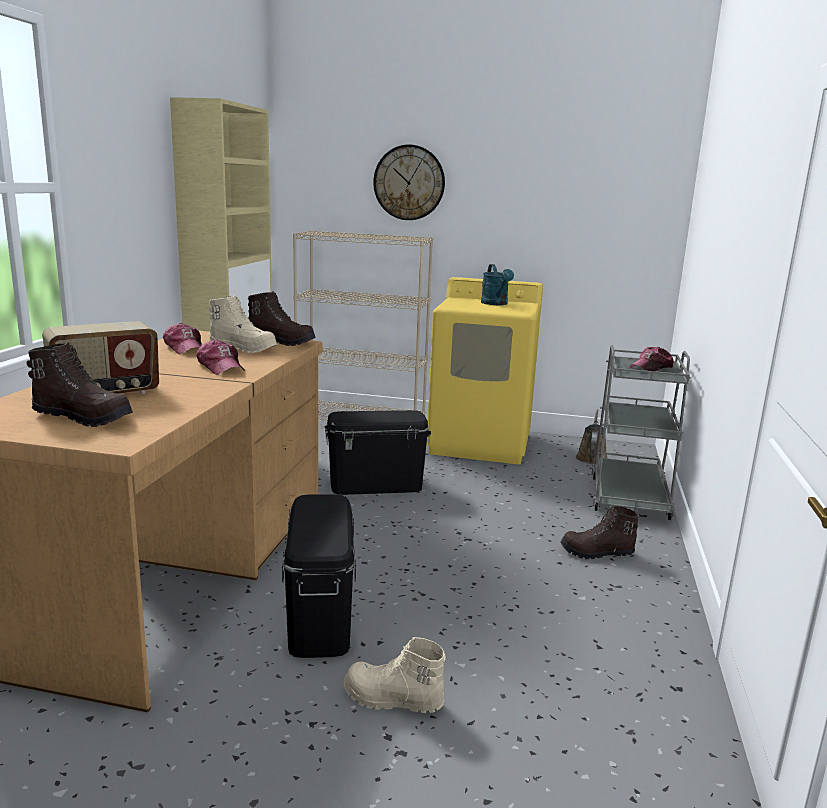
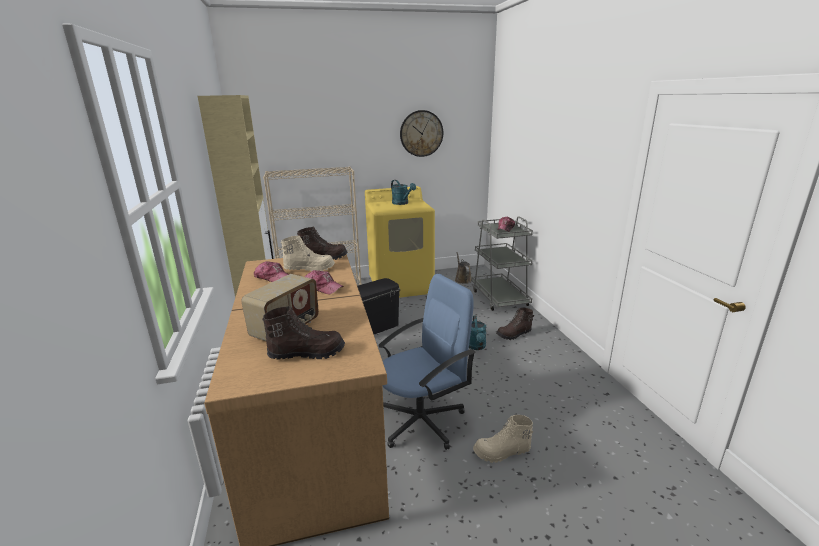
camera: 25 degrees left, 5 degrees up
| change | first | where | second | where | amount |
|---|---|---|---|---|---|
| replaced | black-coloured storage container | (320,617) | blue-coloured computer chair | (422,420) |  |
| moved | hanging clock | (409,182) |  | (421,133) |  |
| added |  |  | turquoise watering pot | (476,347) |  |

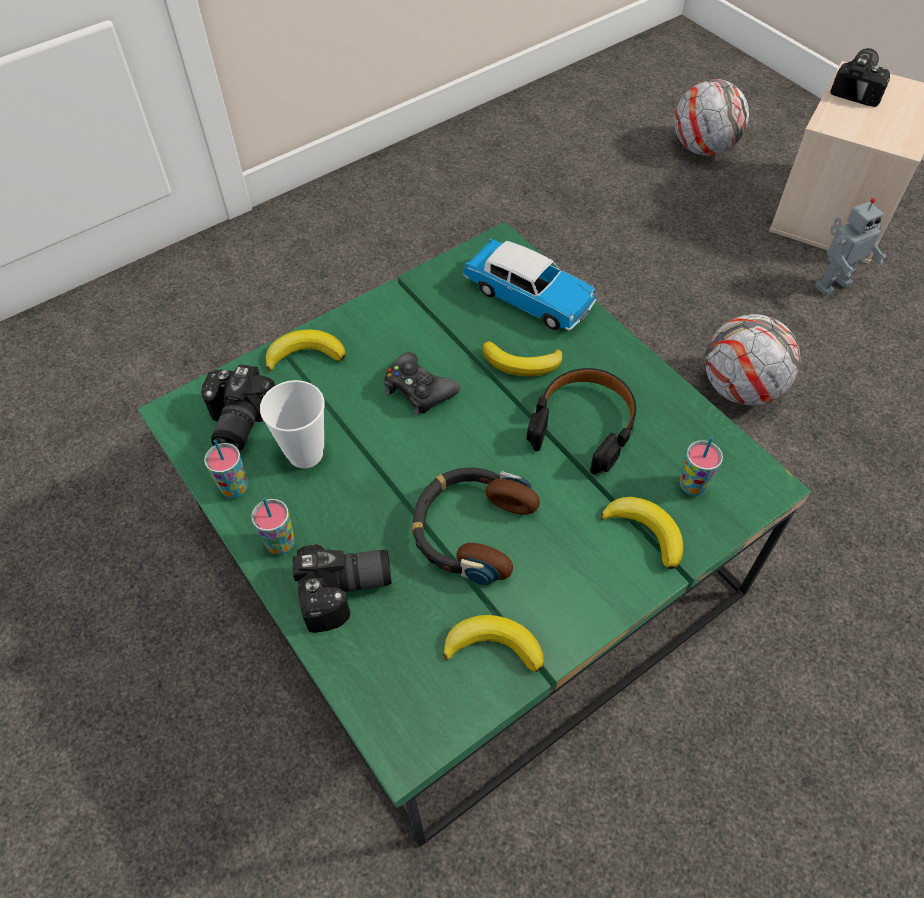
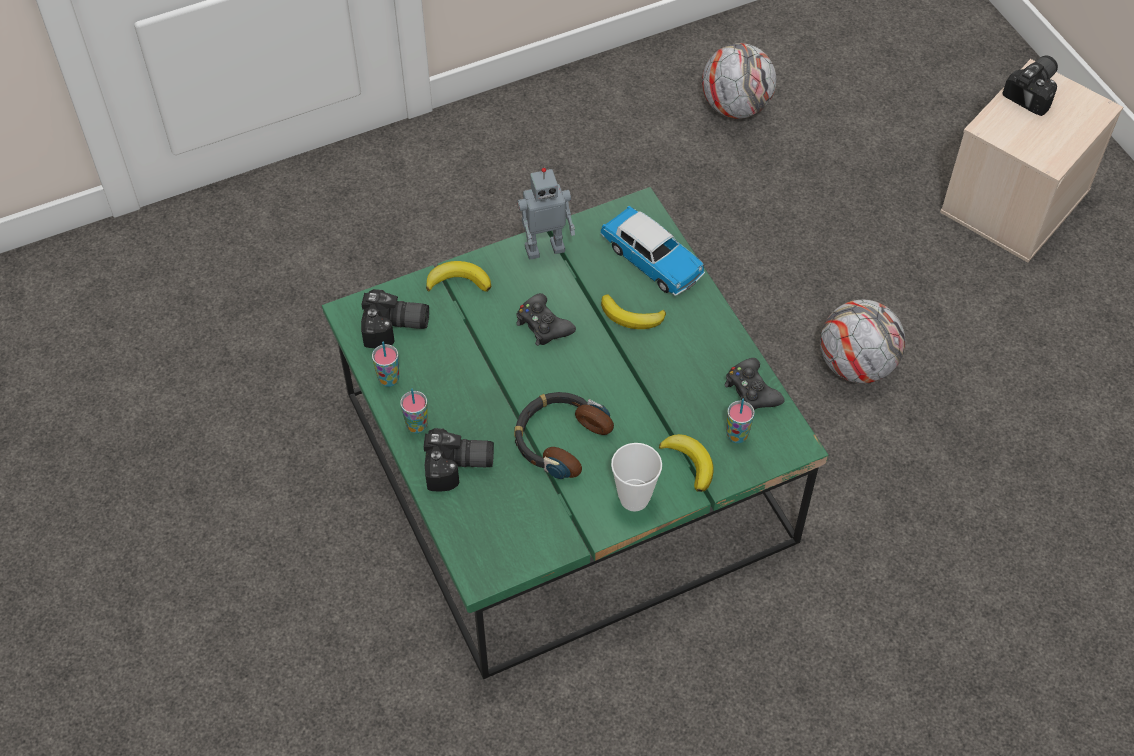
camera: 10 degrees right, 0 degrees up
| change | first | where | second | where | amount |
|---|---|---|---|---|---|
| turned | still camera | (235,423) |  | (396,329) | 105 degrees counterclockwise |
| moved | drinking cup | (305,454) |  | (634,499) |  |
| removed | whole banana | (493,646) |  |  |  |
| removed | black-coloured headphones | (583,425) |  |  |  |
| moved | football ball | (703,148) |  | (735,107) |  |
| moved | model robot | (831,284) |  | (544,247) |  |
| added |  |  | black-coloured joypad | (751,391) |  |

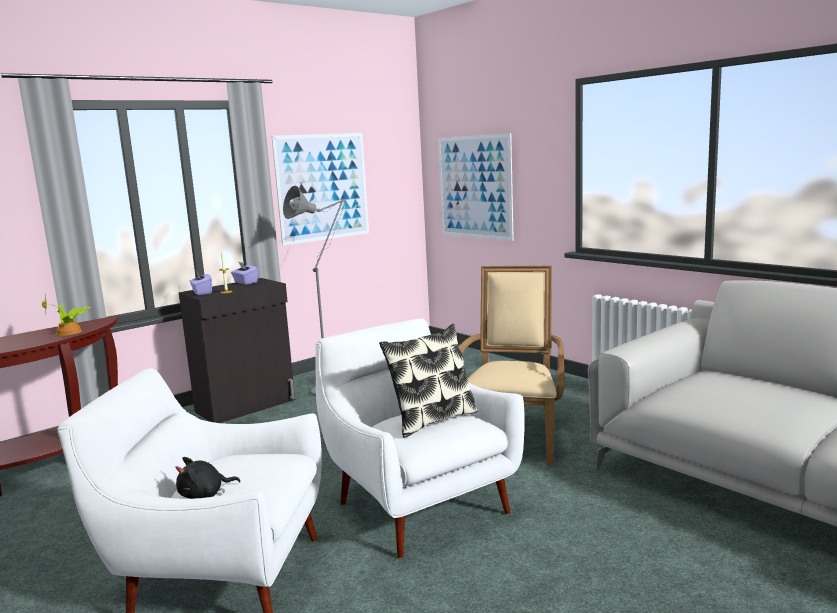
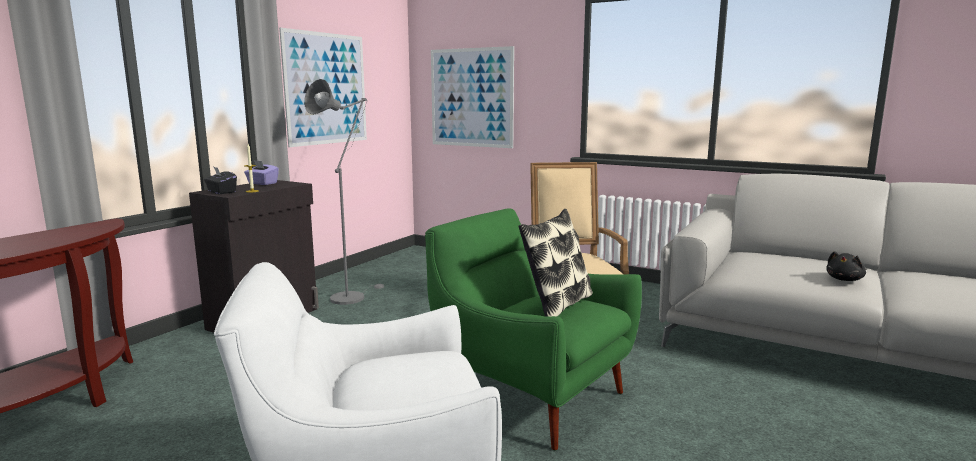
camera: 20 degrees left, 0 degrees up
| change | first | where | second | where | amount |
|---|---|---|---|---|---|
| removed | plant in a pot | (70,332) |  |  |  |
| moved | black-coloured cuddly toy | (205,495) |  | (844,279) |  |
| recoloured | purple-coloured box of tissues | (202,292) | black-coloured box of tissues | (221,192) |  |
| recoloured | whitish armchair | (418,504) | green armchair | (529,396) |  |

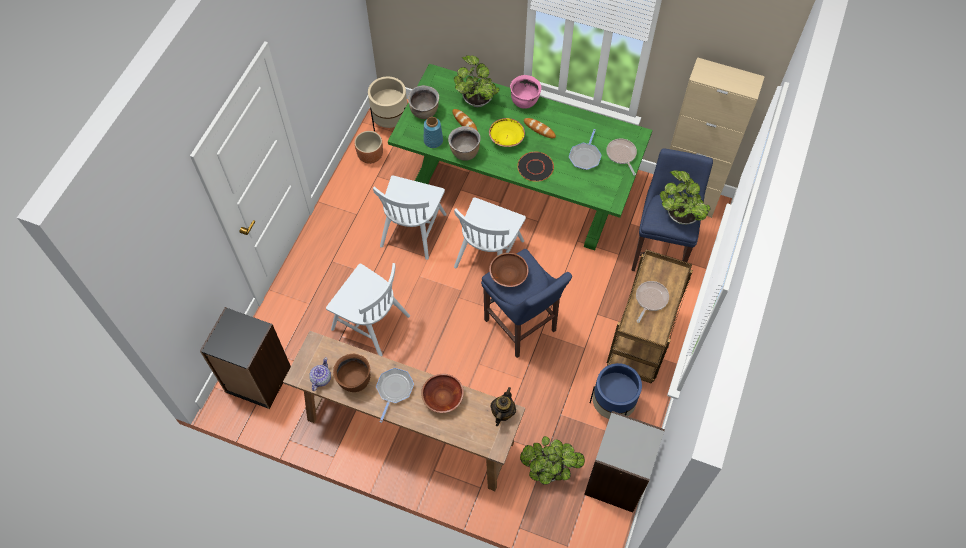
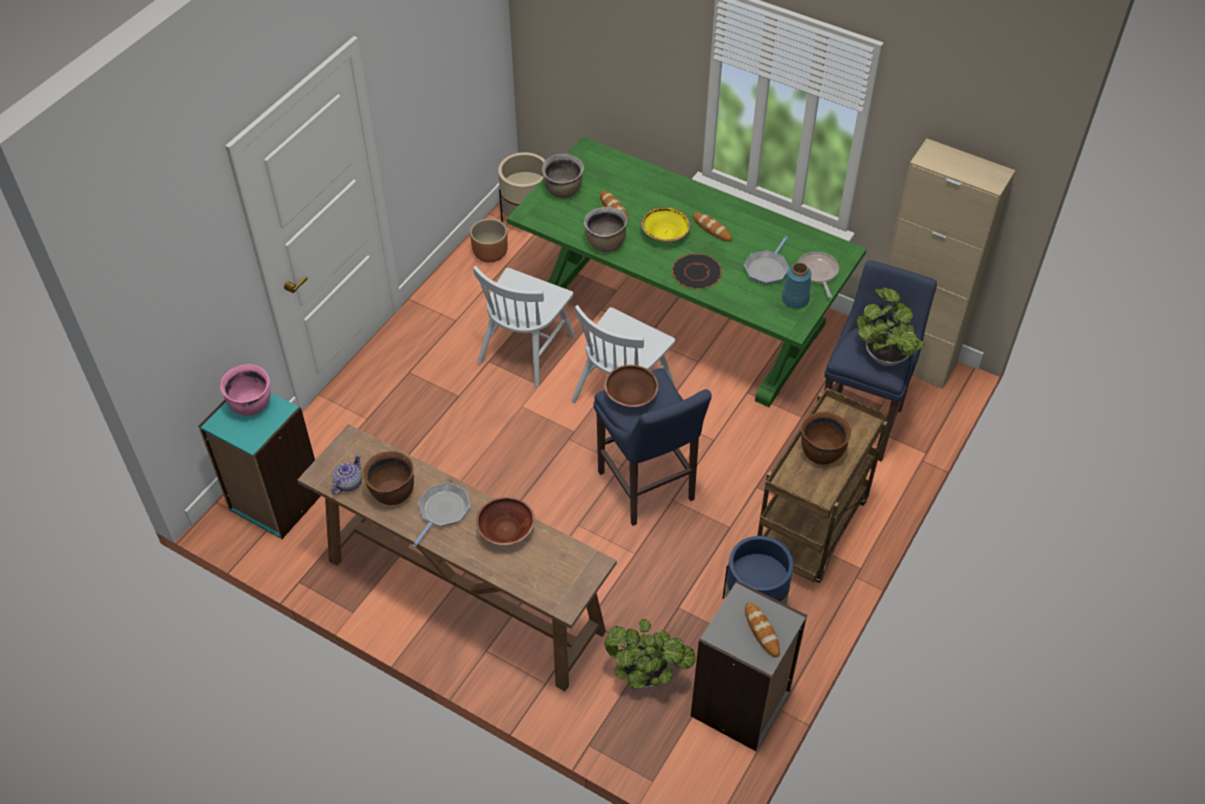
camera: 10 degrees right, 10 degrees down
| change | first | where | second | where | amount |
|---|---|---|---|---|---|
| recoloured | black-coloured bookcase | (258,380) | turquoise bookcase | (276,502) |  |
| removed | whitish upright chair | (370,322) |  |  |  |
| moved | blue-coloured flower vase | (433,141) |  | (794,299) |  |
| removed | plant in a pot | (476,99) |  |  |  |
| removed | teapot | (502,413) |  |  |  |
| moved | pink-coloured cooking pot | (524,101) |  | (251,405) |  |
| replaced | skillet | (650,299) | brown-coloured cooking pot | (821,452) |  |
| added |  |  | baked bread | (761,631) |  |

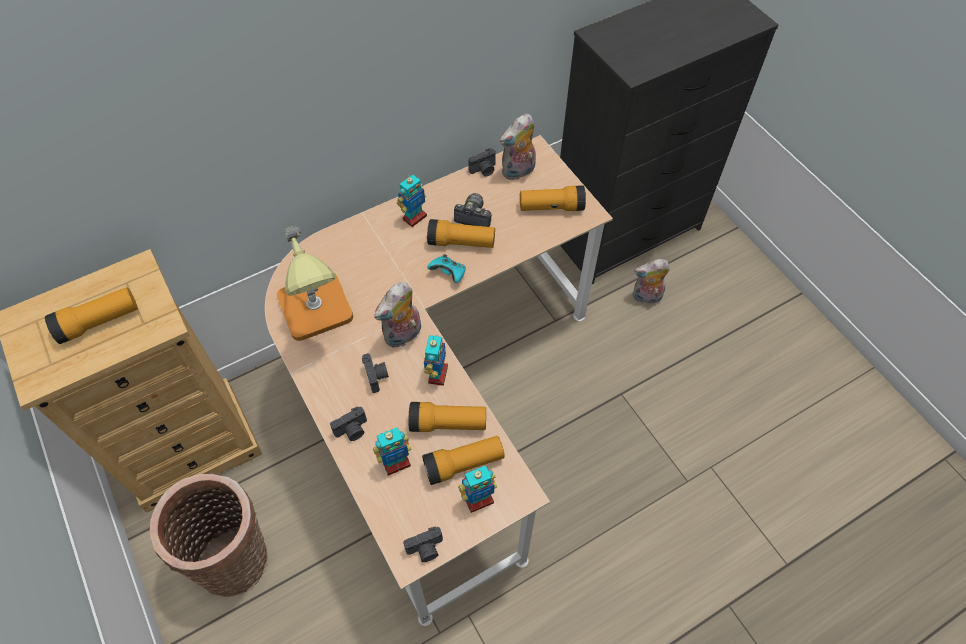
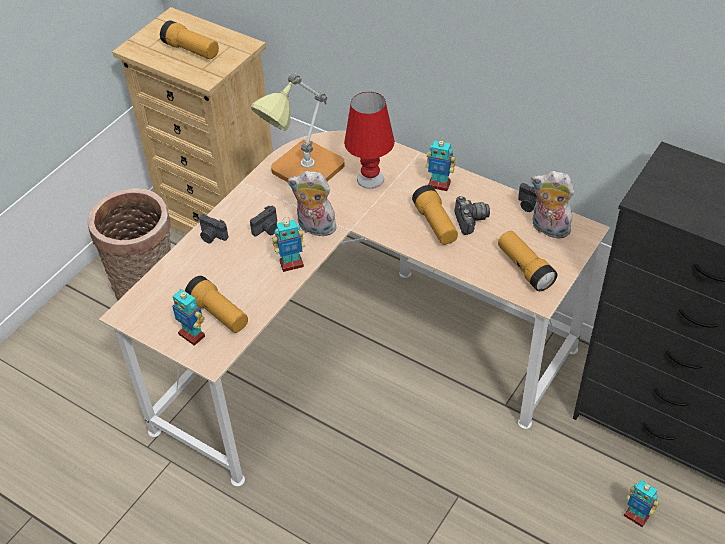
camera: 65 degrees right, 10 degrees down
| change | first | where | second | where | amount |
|---|---|---|---|---|---|
| moved | model robot | (396,463) |  | (636,516) |  |
| removed | still camera | (426,549) |  |  |  |
| removed | hand torch | (448,423) |  |  |  |
| removed | turquoise joypad | (449,274) |  |  |  |
| removed | cuddly toy | (646,297) |  |  |  |
| added |  |  | reddish tabletop lamp | (370,179) |  |

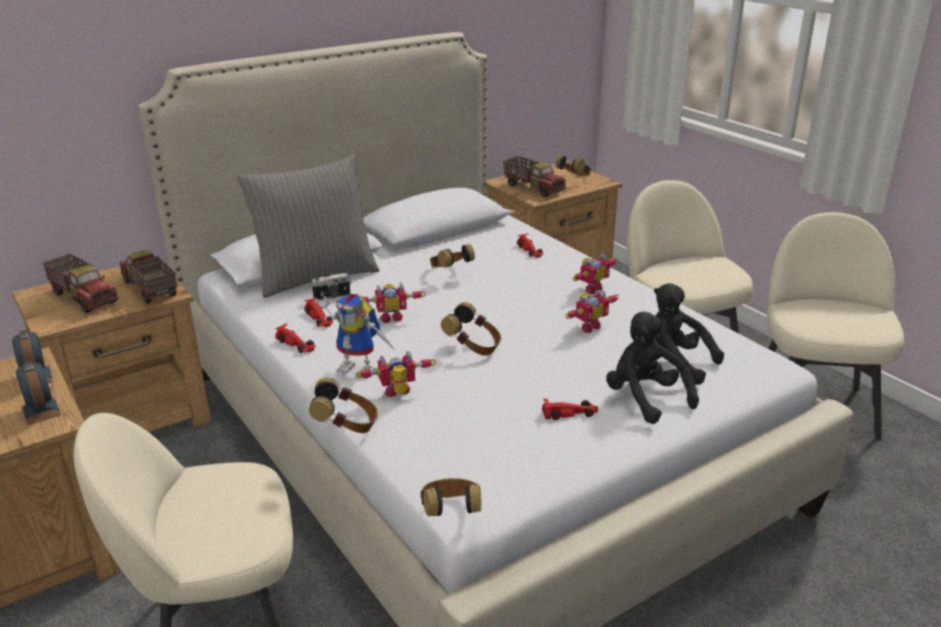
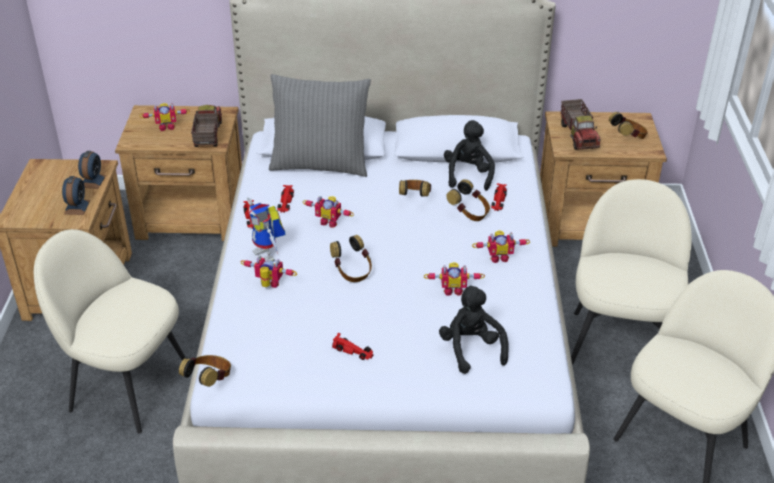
camera: 35 degrees right, 10 degrees up
| change | first | where | second | where | amount |
|---|---|---|---|---|---|
| replaced | toy truck | (84,297) | model robot | (167,126) |  |
| moved | headphones | (347,426) |  | (469,213) |  |
| removed | still camera | (332,297) |  |  |  |
| moved | black-coloured cuddly toy | (645,398) |  | (468,175) |  |

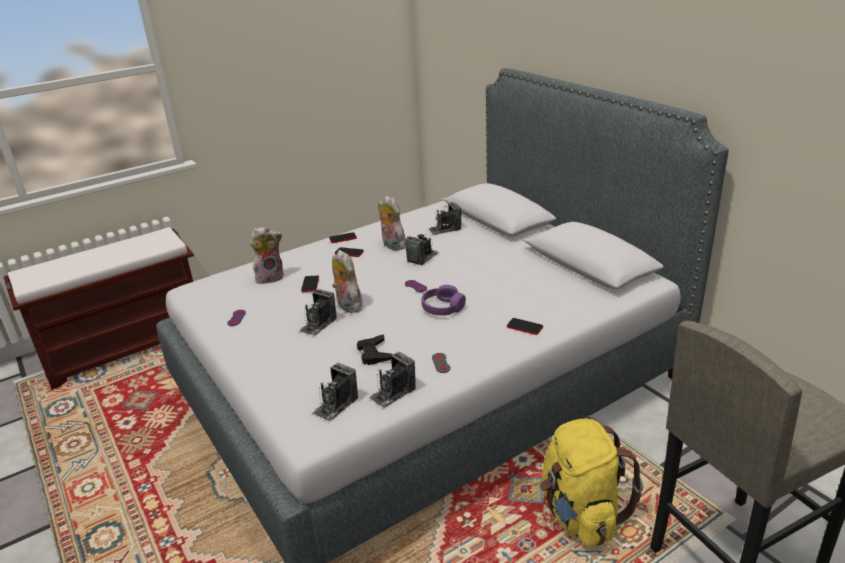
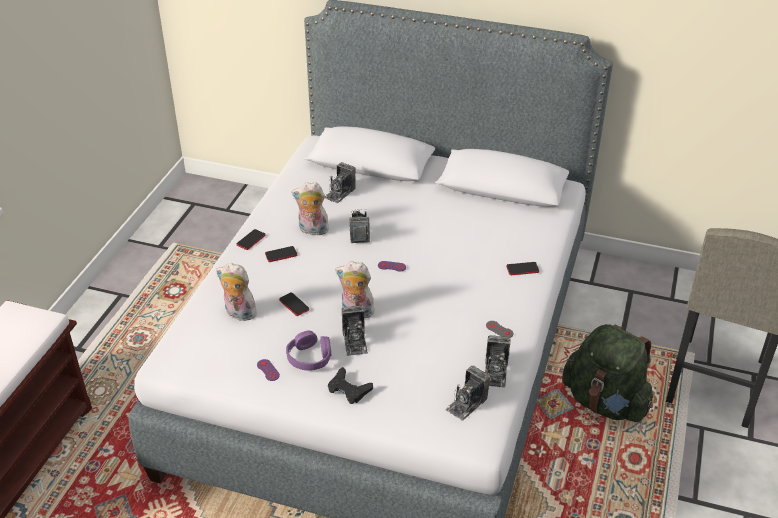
camera: 40 degrees left, 10 degrees up
| change | first | where | second | where | amount |
|---|---|---|---|---|---|
| turned | cuddly toy | (270,277) |  | (238,314) | 90 degrees counterclockwise |
| turned | still camera | (336,405) |  | (466,404) | 45 degrees clockwise |
| moved | black-coloured joypad | (374,353) |  | (348,389) |  |
| moved | purple-coloured headphones | (443,307) |  | (310,357) |  |
| recoloured | yellowish rucksack | (581,514) | green rucksack | (605,402) |  |

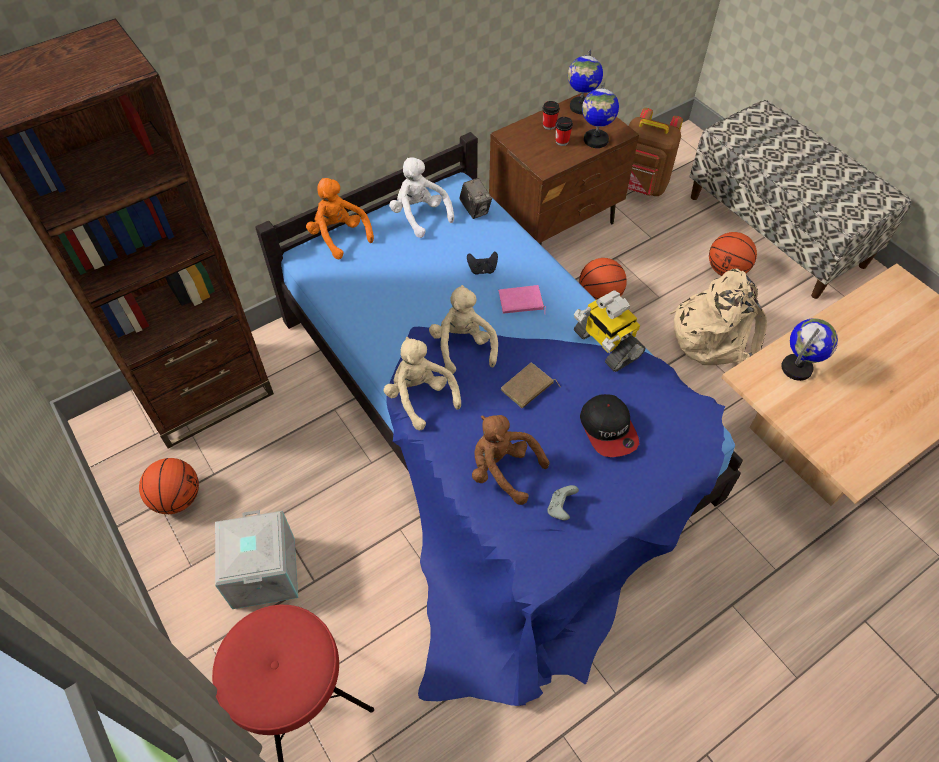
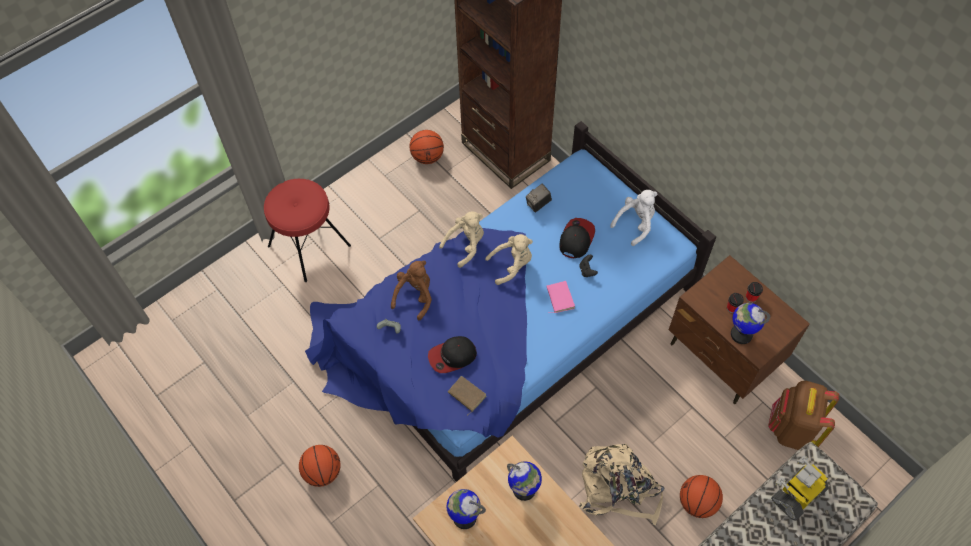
camera: 85 degrees right, 5 degrees up
| change | first | where | second | where | amount |
|---|---|---|---|---|---|
| removed | gray storage container | (262,572) |  |  |  |
| removed | orange-coloured cuddly toy | (339,236) |  |  |  |
| moved | still camera | (475,210) |  | (538,204) |  |
| moved | brown-coloured bound book | (528,388) |  | (466,395) |  |
| moved | world globe | (581,107) |  | (464,517) |  |
| moved | model robot | (606,344) |  | (797,493) |  |
| moved | ball for basketball | (599,297) |  | (322,472) |  |
| added |  |  | baseball cap | (576,239) |  |

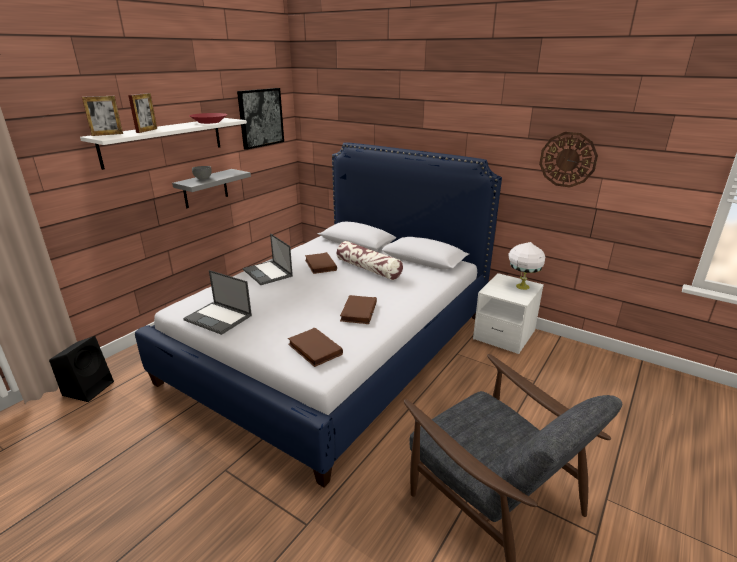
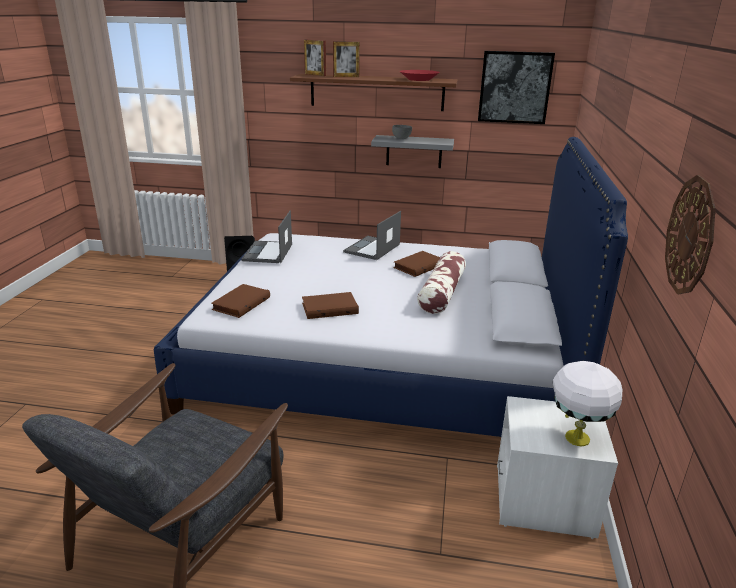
camera: 65 degrees right, 0 degrees up
| change | first | where | second | where | amount |
|---|---|---|---|---|---|
| recoloured | whitish wall shelf | (164,141) | brown-coloured wall shelf | (376,92) |  |

